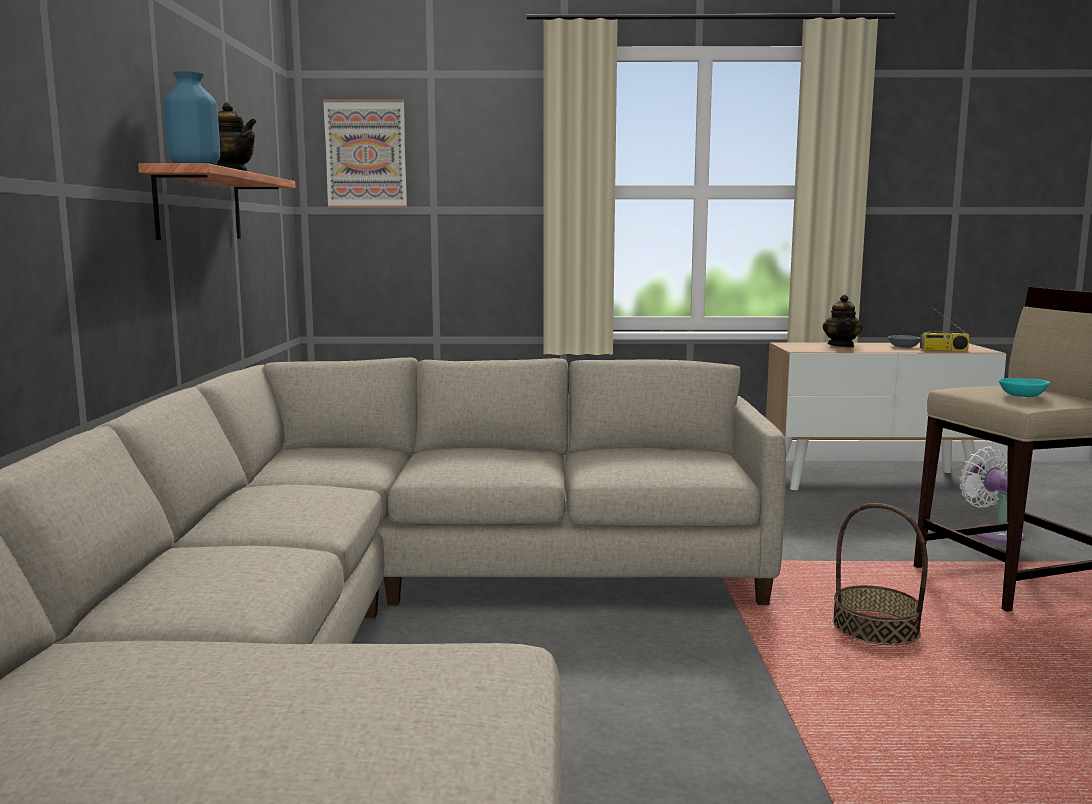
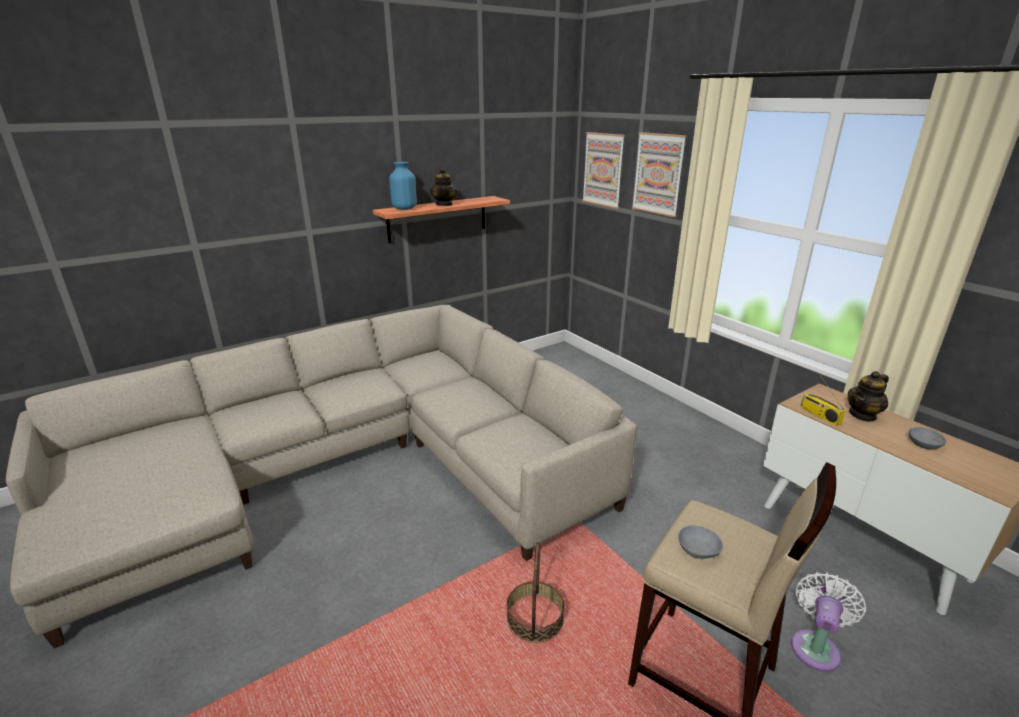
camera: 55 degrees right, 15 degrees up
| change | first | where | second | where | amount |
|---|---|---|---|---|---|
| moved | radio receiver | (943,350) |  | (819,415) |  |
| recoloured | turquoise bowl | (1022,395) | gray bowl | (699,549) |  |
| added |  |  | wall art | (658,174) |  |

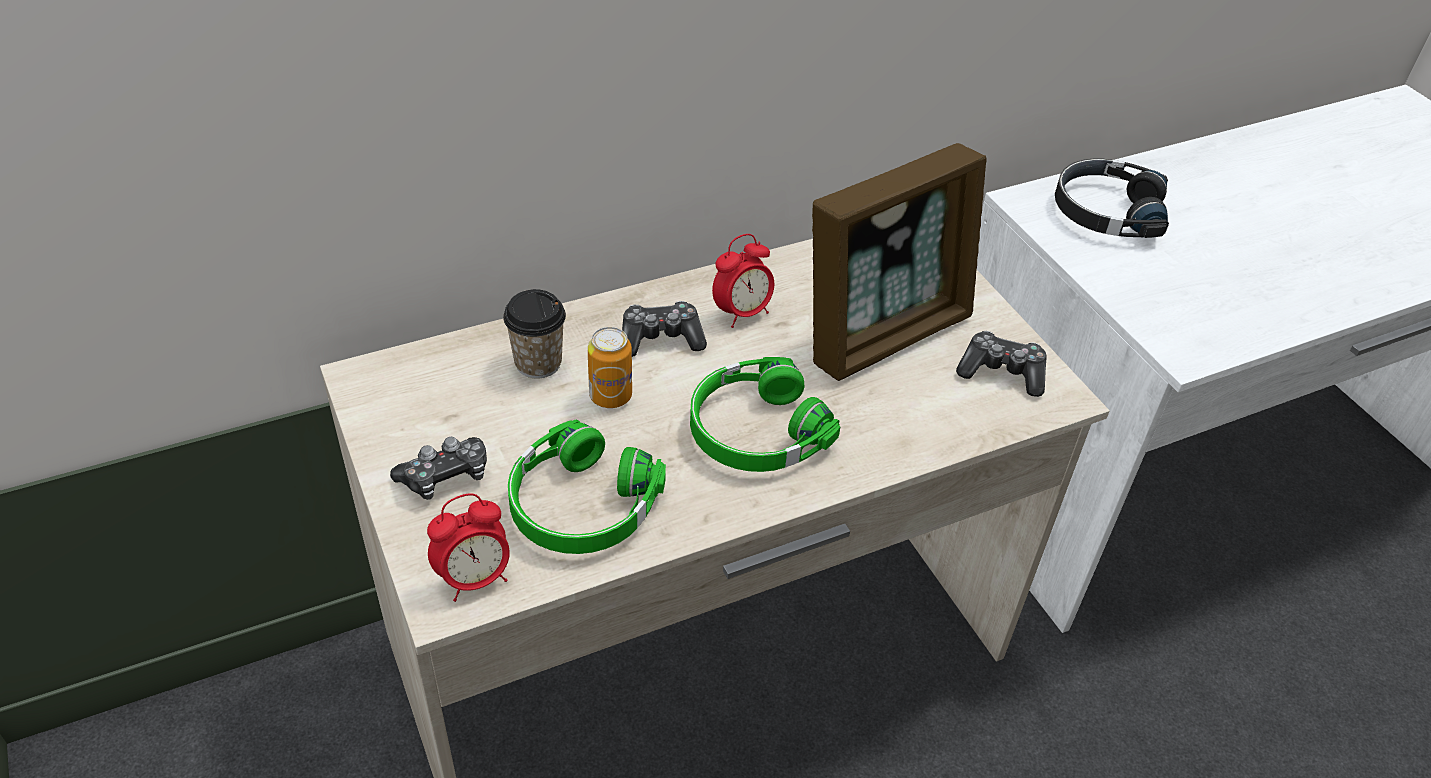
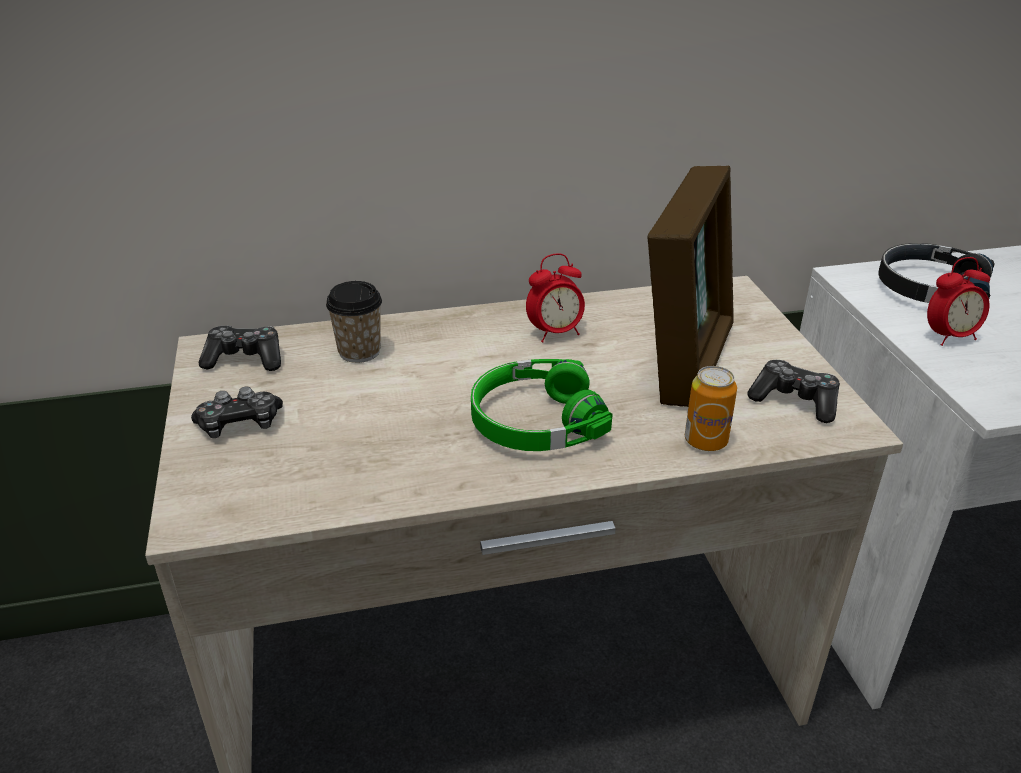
camera: 15 degrees right, 10 degrees down
| change | first | where | second | where | amount |
|---|---|---|---|---|---|
| moved | bedside clock | (474,579) |  | (949,337) |  |
| removed | green headphones | (581,505) |  |  |  |
| moved | metal can | (610,396) |  | (705,441) |  |
| moved | joypad | (660,339) |  | (245,359) |  |
| turned | photo frame | (885,333) |  | (686,360) | 45 degrees counterclockwise |

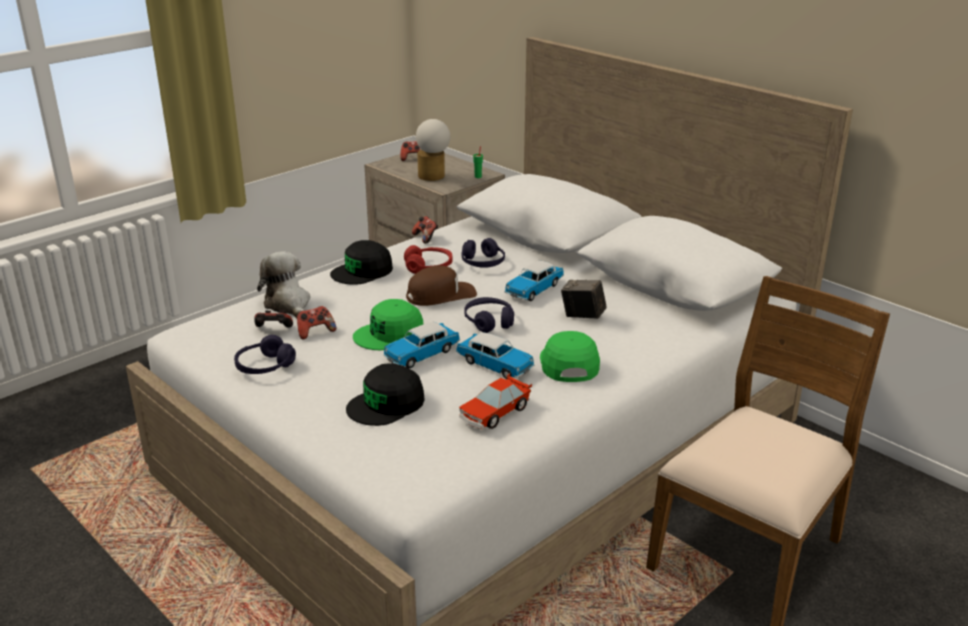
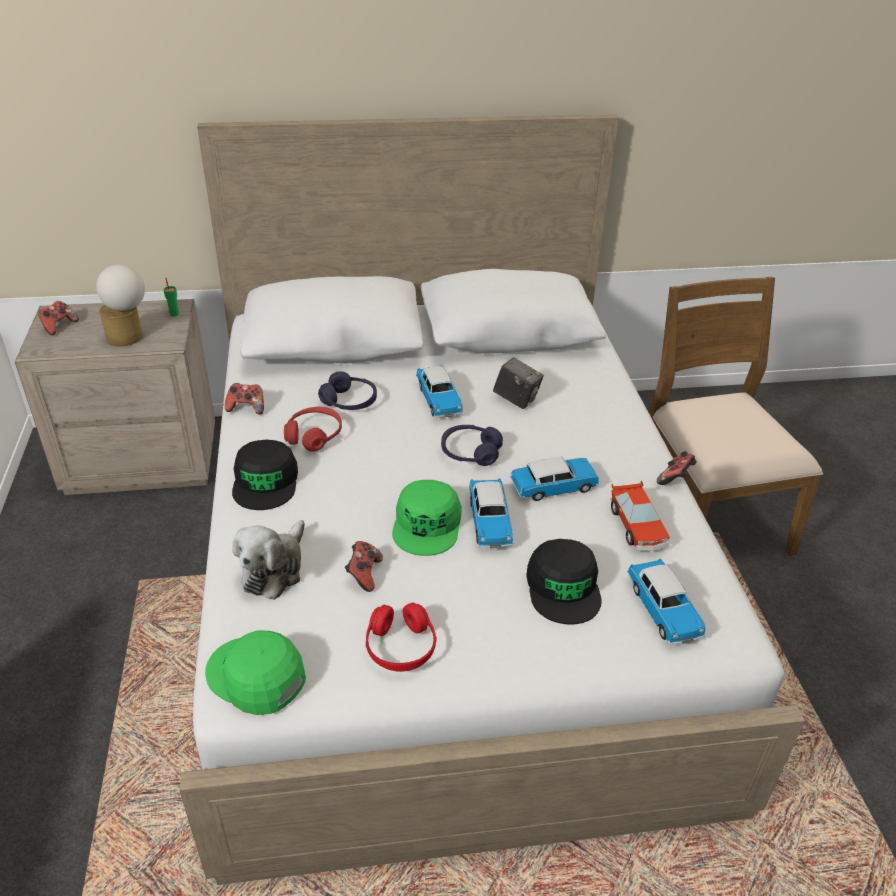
camera: 55 degrees left, 10 degrees up
| change | first | where | second | where | amount |
|---|---|---|---|---|---|
| recoloured | purple-coloured headphones | (265,366) | reddish headphones | (400,647) |  |
| moved | joypad | (273,330) |  | (675,478) |  |
| turned | cuddly toy | (288,304) |  | (274,569) | 75 degrees counterclockwise |
| removed | brown-coloured baseball cap | (441,295) |  |  |  |
| moved | green baseball cap | (568,363) |  | (256,676) |  |
| turned | still camera | (583,316) |  | (516,399) | 120 degrees counterclockwise |
| added |  |  | toy car | (663,610) |  |

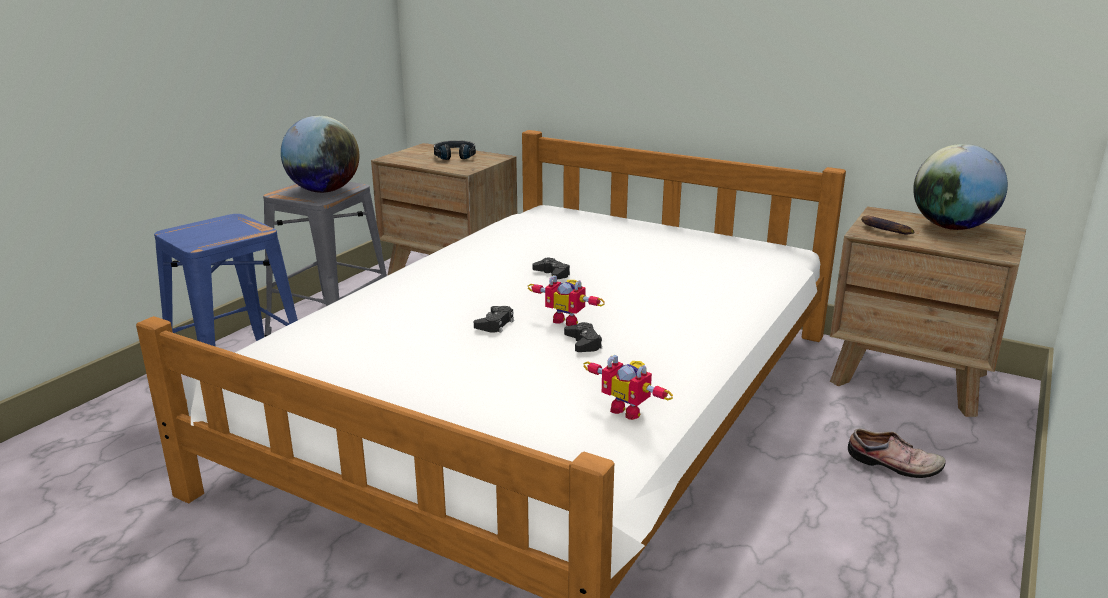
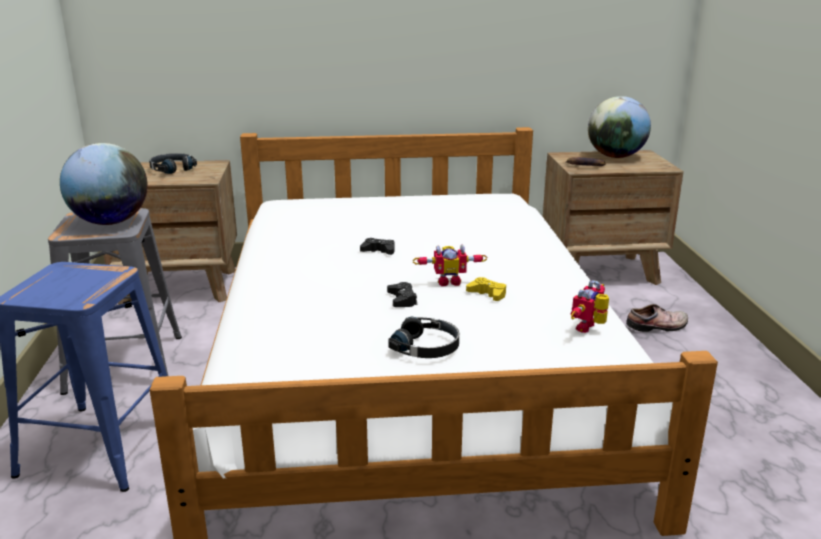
camera: 35 degrees left, 0 degrees up
| change | first | where | second | where | amount |
|---|---|---|---|---|---|
| recoloured | black-coloured joypad | (583,343) | yellowish joypad | (487,294) |  |
| turned | model robot | (628,410) |  | (590,328) | 120 degrees clockwise |
| added |  |  | black-coloured headphones | (426,347) |  |

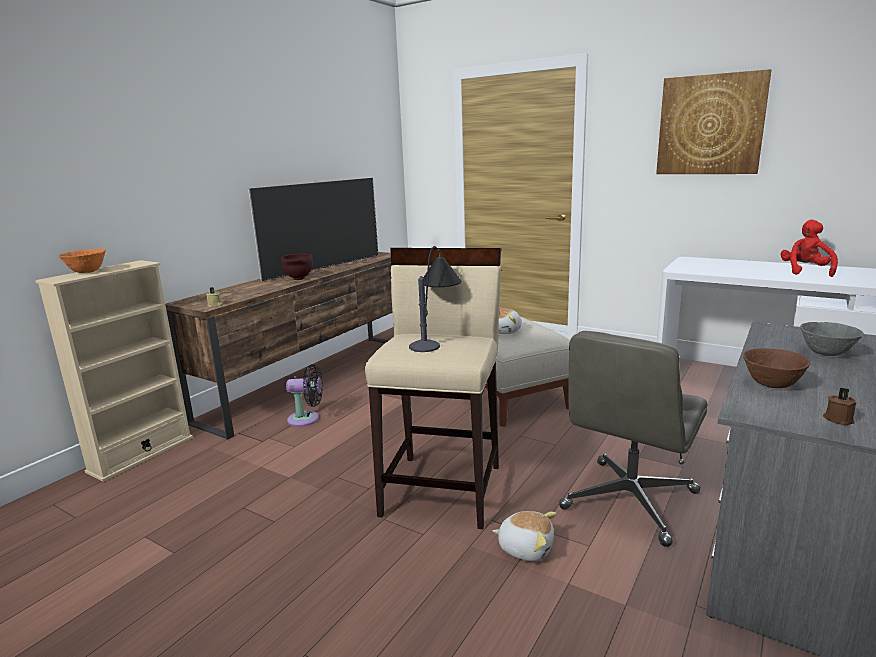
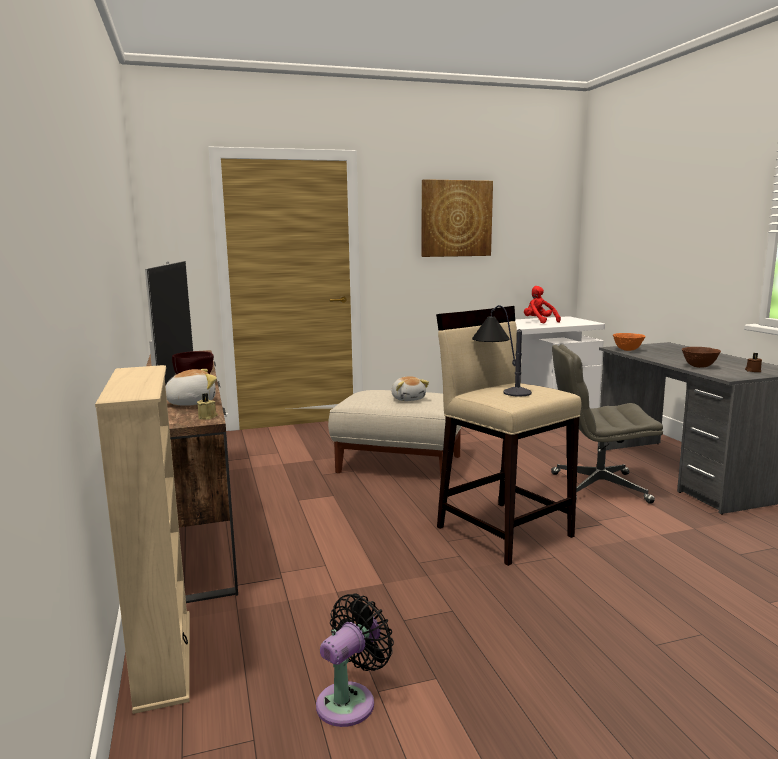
camera: 50 degrees left, 5 degrees down
| change | first | where | second | where | amount |
|---|---|---|---|---|---|
| moved | orange-coloured bowl | (86,272) |  | (628,350) |  |
| moved | black-coloured cooling fan | (307,419) |  | (350,701) |  |
| moved | cuddly toy | (525,547) |  | (191,403) |  |
| turned | gray computer chair | (629,501) |  | (597,488) | 105 degrees clockwise |
| removed | gray bowl | (827,354) |  |  |  |

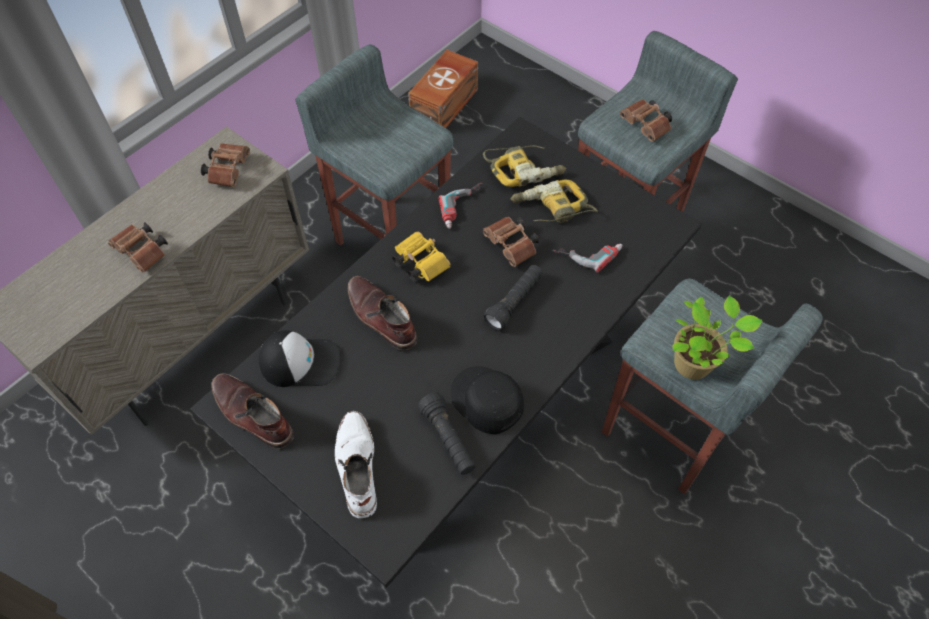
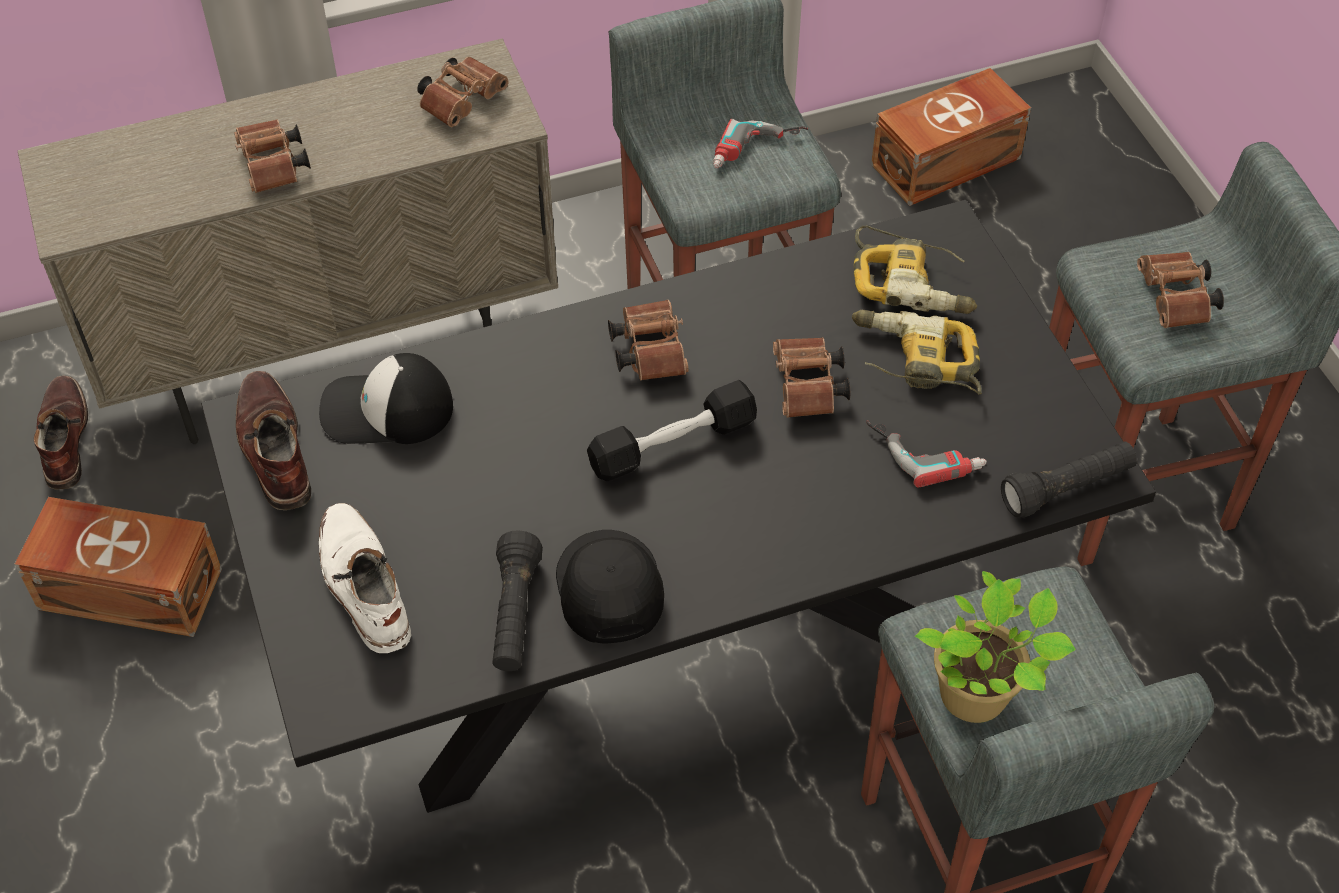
camera: 30 degrees right, 5 degrees down
| change | first | where | second | where | amount |
|---|---|---|---|---|---|
| turned | baseball cap | (301,361) |  | (386,410) | 150 degrees clockwise |
| turned | whitish tall boot | (356,466) |  | (363,586) | 45 degrees counterclockwise |
| moved | brown-coloured tall boot | (380,317) |  | (63,439) |  |
| recoloured | yellowish field glasses | (419,263) | brown-coloured field glasses | (648,350) |  |
| moved | power drill | (464,208) |  | (758,152) |  |
| moved | black-coloured hand torch | (514,302) |  | (1066,489) |  |
| added |  |  | brown-coloured storage container | (129,586) |  |
| added |  |  | black-coloured hand weight | (673,444) |  |

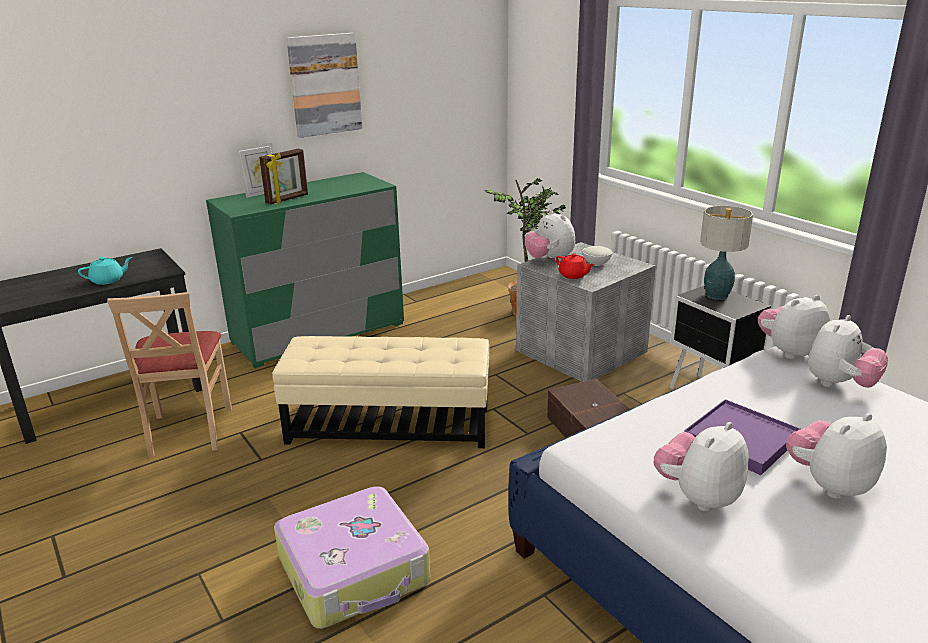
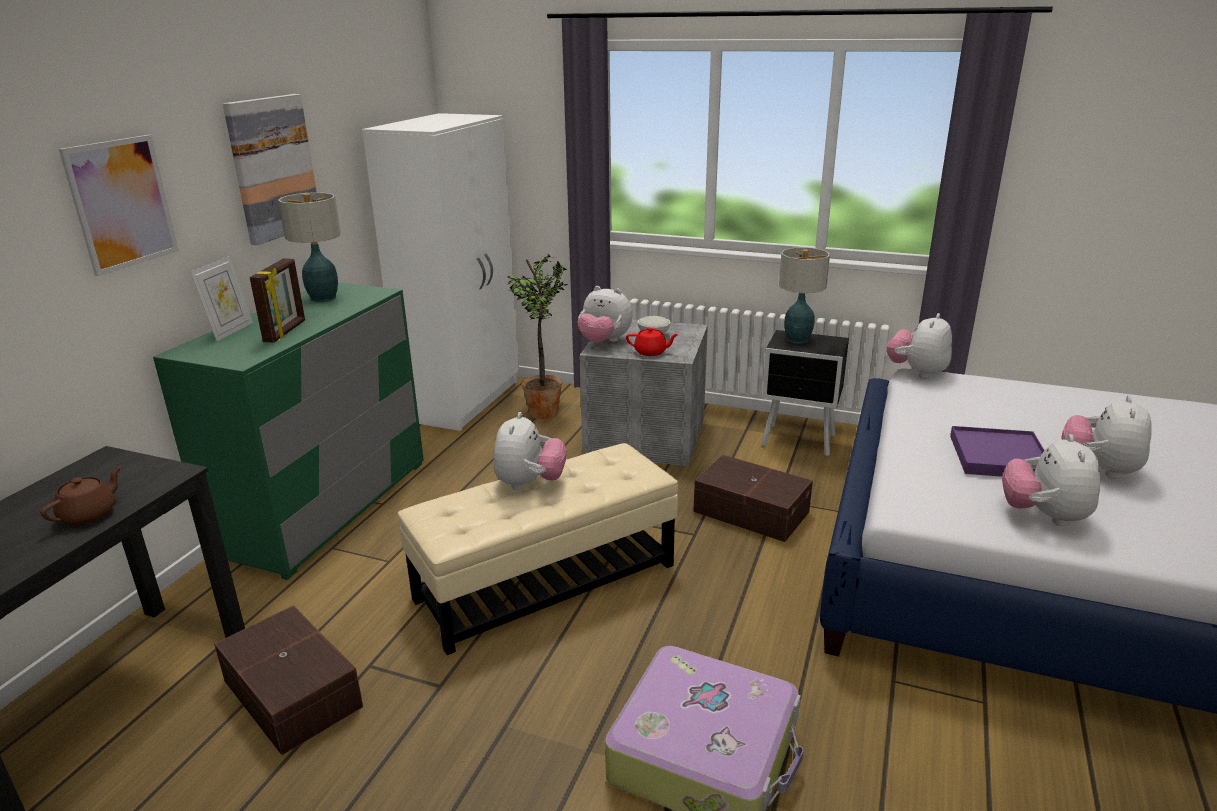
camera: 35 degrees left, 0 degrees up
| change | first | where | second | where | amount |
|---|---|---|---|---|---|
| recoloured | turquoise teapot | (108,280) | brown-coloured teapot | (90,514) |  |
| replaced | beige upright chair | (189,431) | brown-coloured storage container | (291,695) |  |
| moved | cuddly toy | (839,384) |  | (529,483) |  |
| added |  |  | wall art | (122,204) |  |
| added |  |  | tabletop lamp | (323,298) |  |
| added |  |  | whitish armoire | (464,400) |  |

